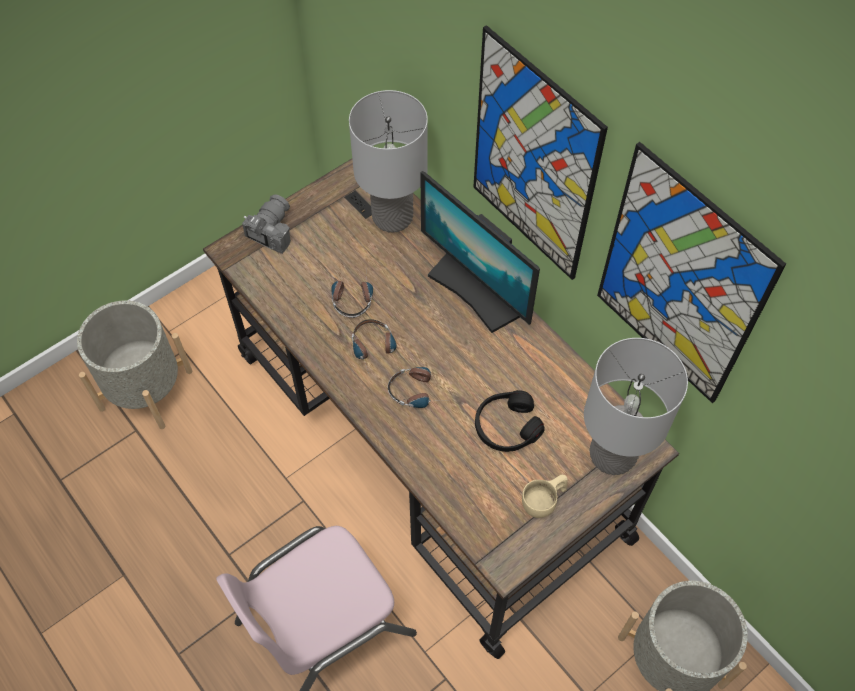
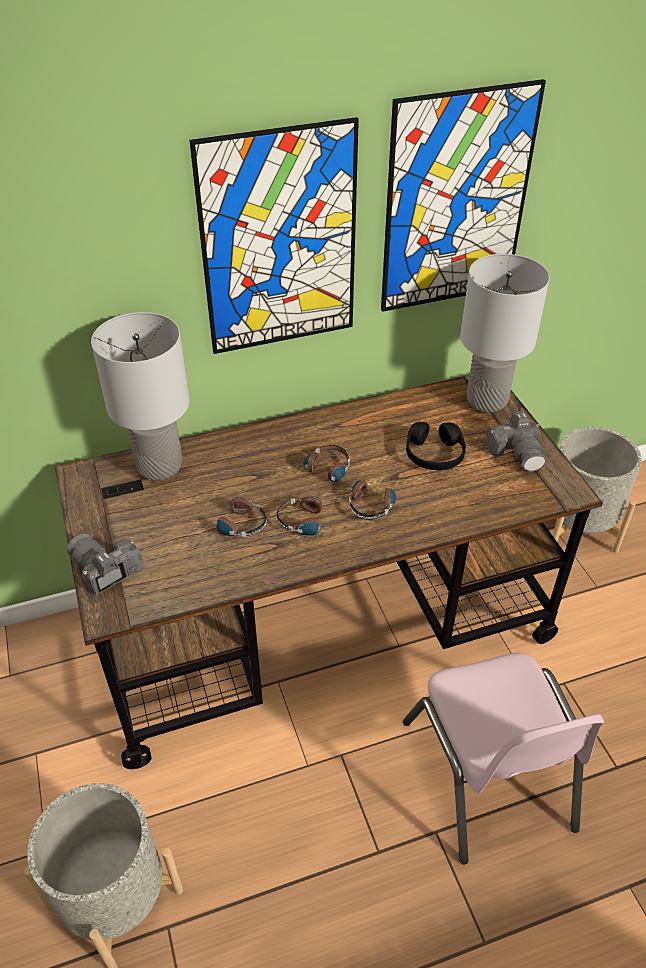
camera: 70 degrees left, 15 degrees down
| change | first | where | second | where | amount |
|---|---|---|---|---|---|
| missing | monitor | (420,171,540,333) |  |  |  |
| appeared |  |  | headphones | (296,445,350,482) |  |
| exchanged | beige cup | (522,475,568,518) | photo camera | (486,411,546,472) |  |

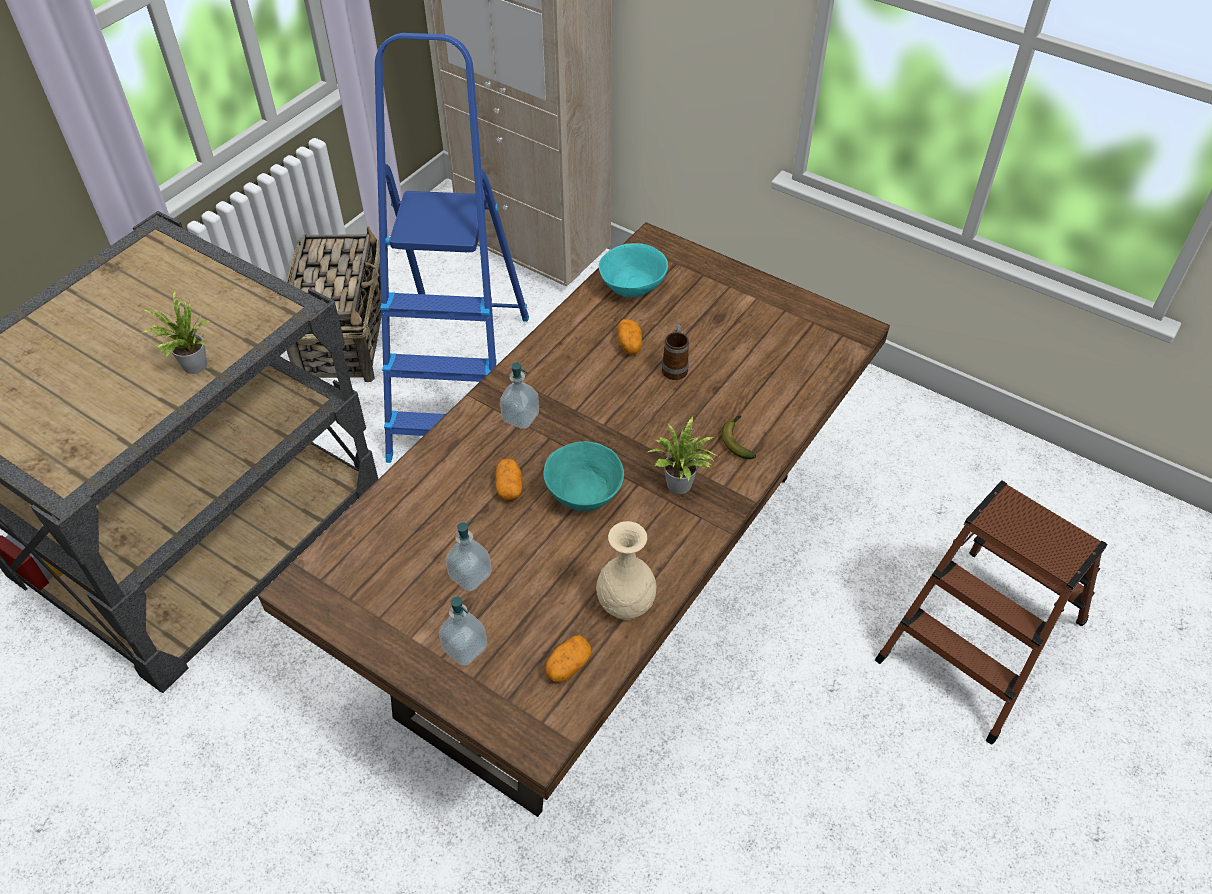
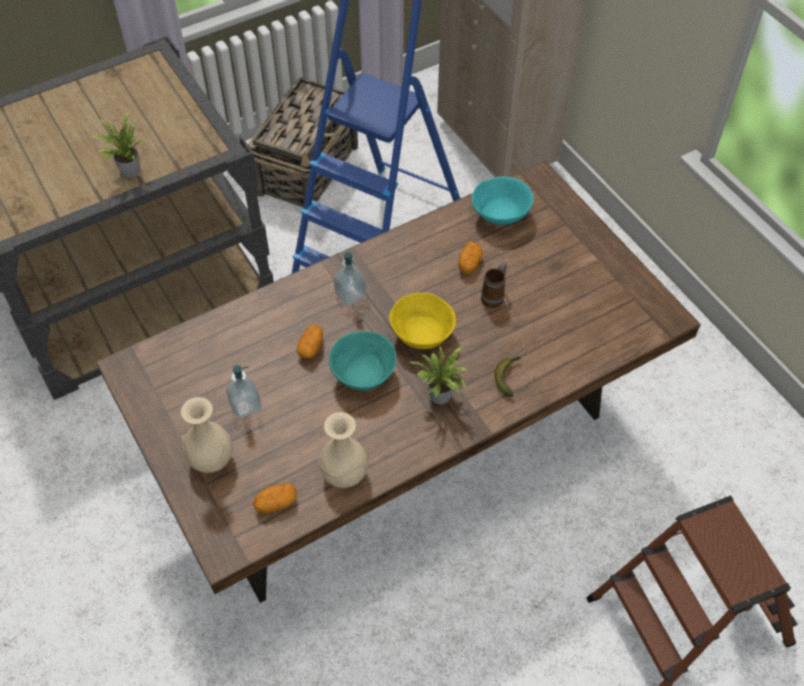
camera: 25 degrees right, 5 degrees up
| change | first | where | second | where | amount |
|---|---|---|---|---|---|
| appeared |  |  | yellow bowl | (389,293,456,349) |  |
| exchanged | soap dispenser | (439,597,487,666) | beige vase | (181,397,233,473) |  |

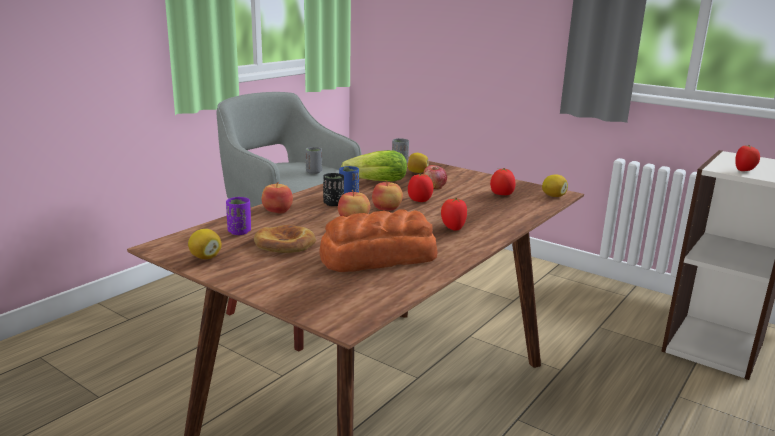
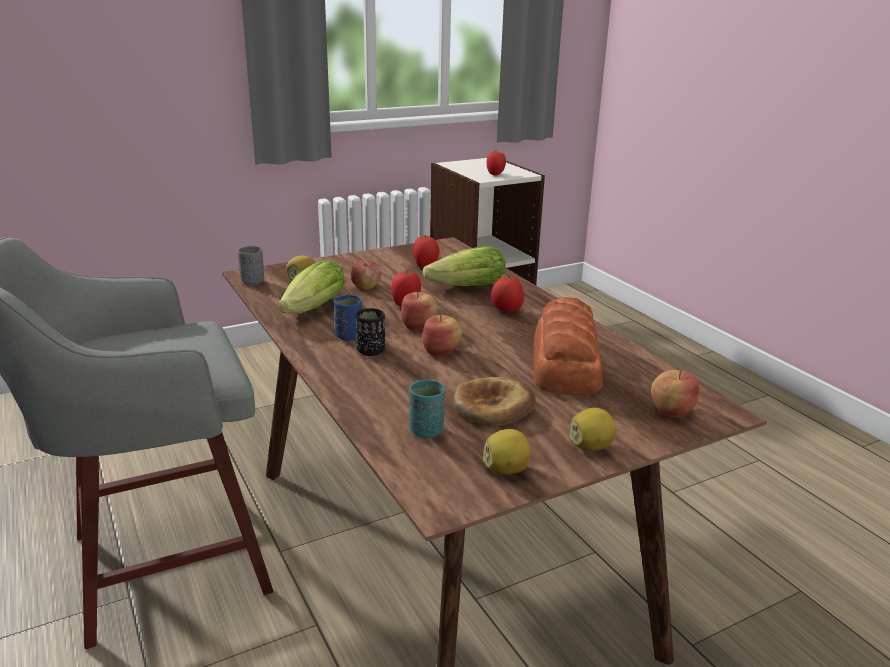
camera: 65 degrees left, 5 degrees up
| change | first | where | second | where | amount |
|---|---|---|---|---|---|
| missing | grey cup | (305,147,322,174) |  |  |  |
| appeared |  |  | lettuce | (423,246,506,286) |  |
| relocated | apple | (262,182,293,214) |  | (651,369,699,417) |  |
| relocated | lemon | (542,174,568,197) |  | (569,408,617,451) |  |
| colour | purple cup | (226,197,251,235) | turquoise cup | (409,380,445,438) |  |

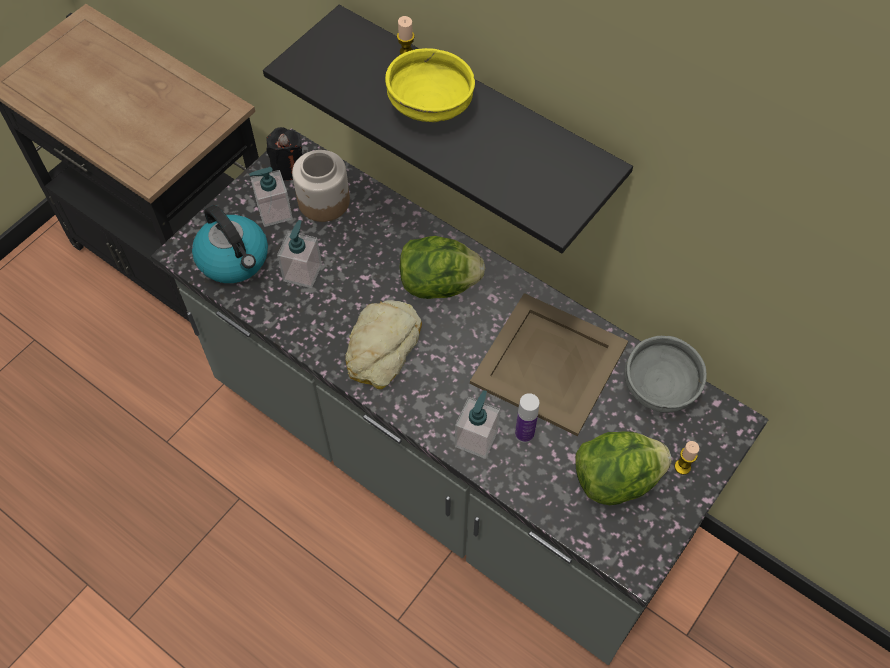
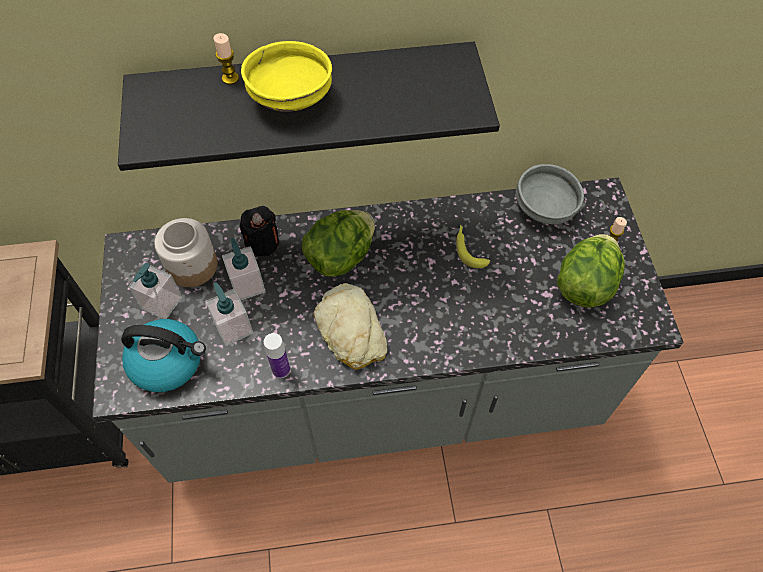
camera: 45 degrees left, 0 degrees up
| change | first | where | second | where | amount |
|---|---|---|---|---|---|
| relocated | black candle | (266,127,303,180) |  | (240,206,279,256) |  |
| relocated | soap dispenser | (455,390,500,459) |  | (222,238,266,300) |  |
| relocated | bottle | (515,393,539,443) |  | (264,333,290,378) |  |
| exchanged | beige tray | (470,293,628,436) | banana | (456,225,490,268) |  |

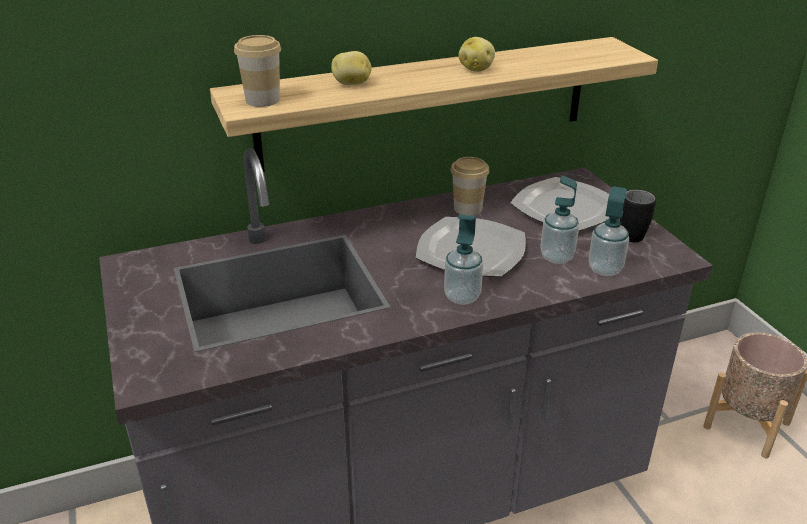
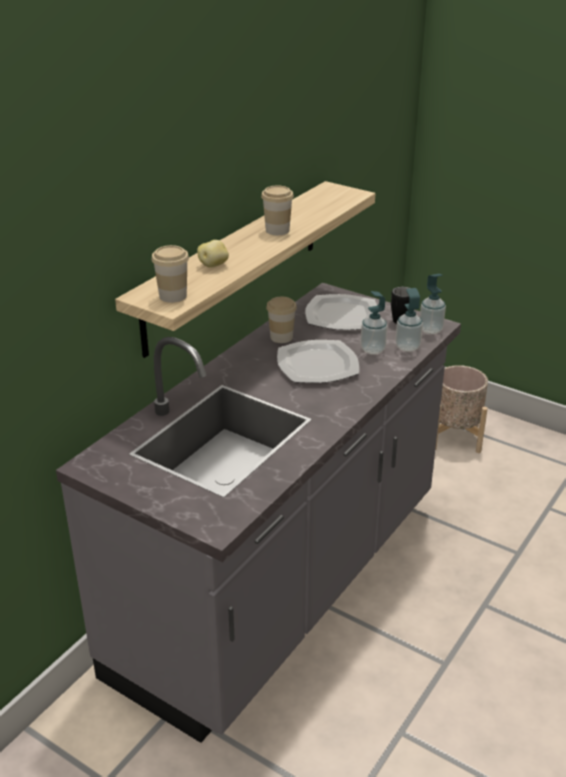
camera: 35 degrees left, 0 degrees up
| change | first | where | second | where | amount |
|---|---|---|---|---|---|
| relocated | soap dispenser | (444,214,483,305) |  | (420,274,446,334) |  |
| exchanged | potato | (458,37,495,72) | cup | (261,185,294,235) |  |

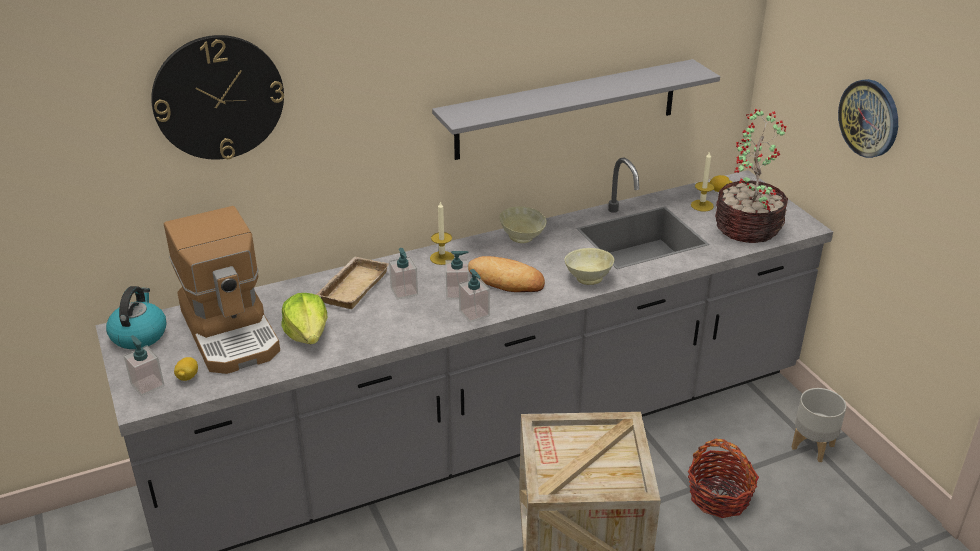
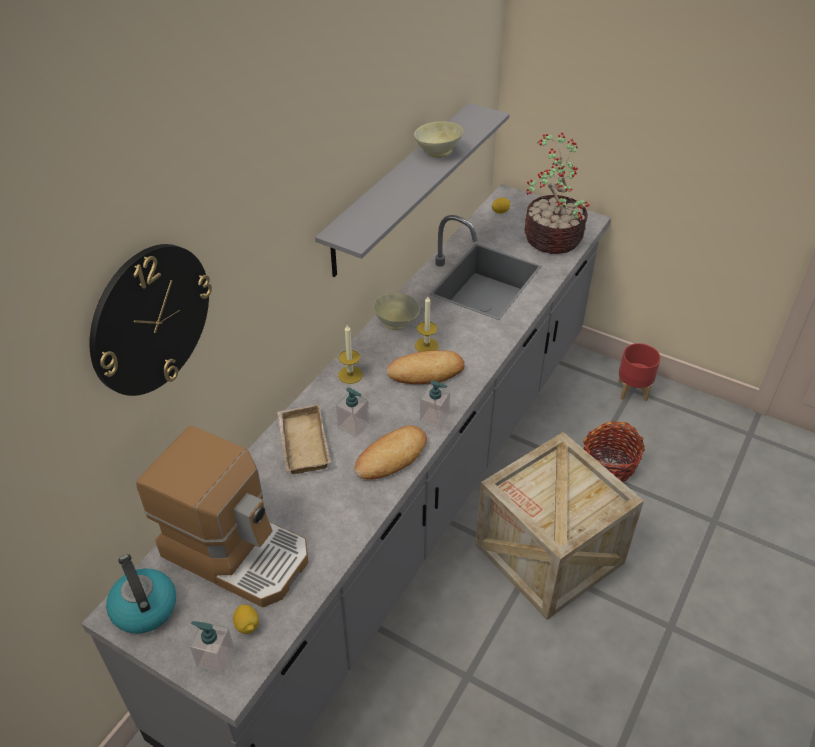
camera: 35 degrees left, 10 degrees up
| change | first | where | second | where | amount |
|---|---|---|---|---|---|
| missing | lettuce | (281,293,327,344) |  |  |  |
| missing | soap dispenser | (446,251,469,300) |  |  |  |
| missing | wall clock | (838,79,898,158) |  |  |  |
| appeared |  |  | bread | (354,425,427,480) |  |
| relocated | beige bowl | (564,248,614,285) |  | (414,121,463,158) |  |
| relocated | candle | (691,151,715,211) |  | (415,296,439,352) |  |
| colour | grey planter | (792,388,846,462) | red planter | (618,343,661,401) |  |

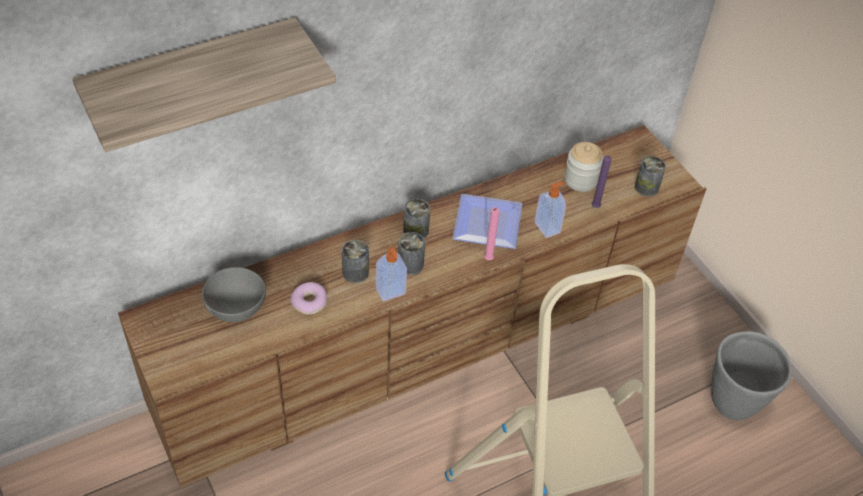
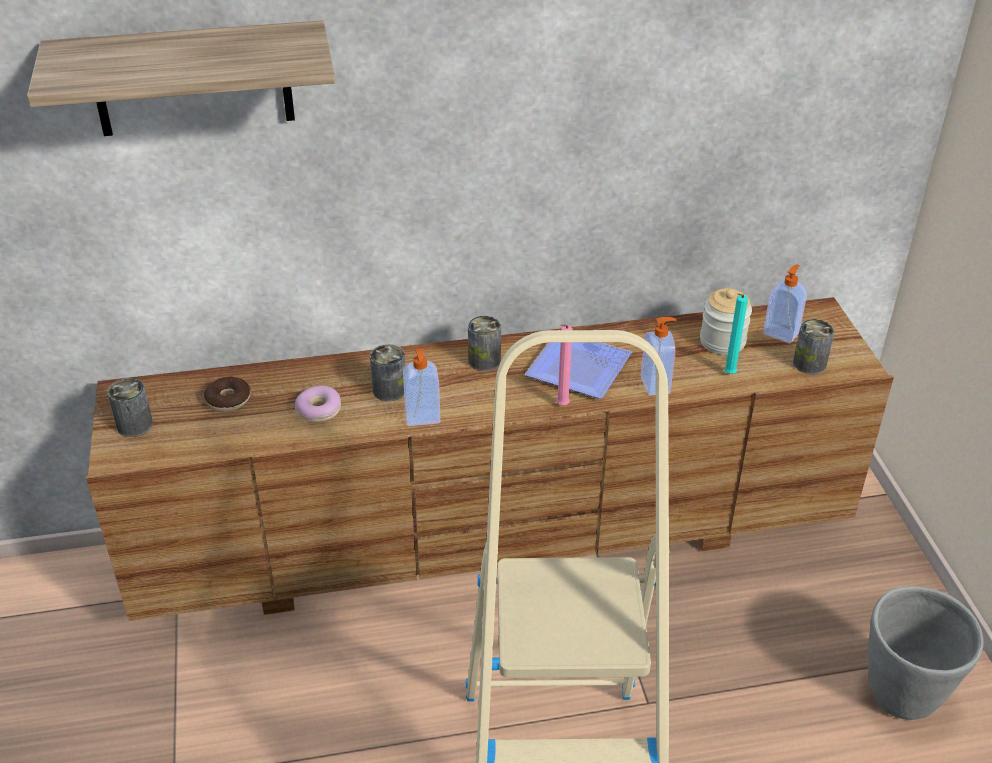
camera: 20 degrees right, 10 degrees down
| change | first | where | second | where | amount |
|---|---|---|---|---|---|
| appeared |  |  | soap dispenser | (763,264,807,344) |  |
| relocated | can | (398,232,425,275) |  | (108,378,153,437) |  |
| exchanged | grey bowl | (202,267,266,322) | donut | (204,377,250,412) |  |
| colour | purple candle | (592,155,612,208) | turquoise candle | (724,293,748,374) |  |

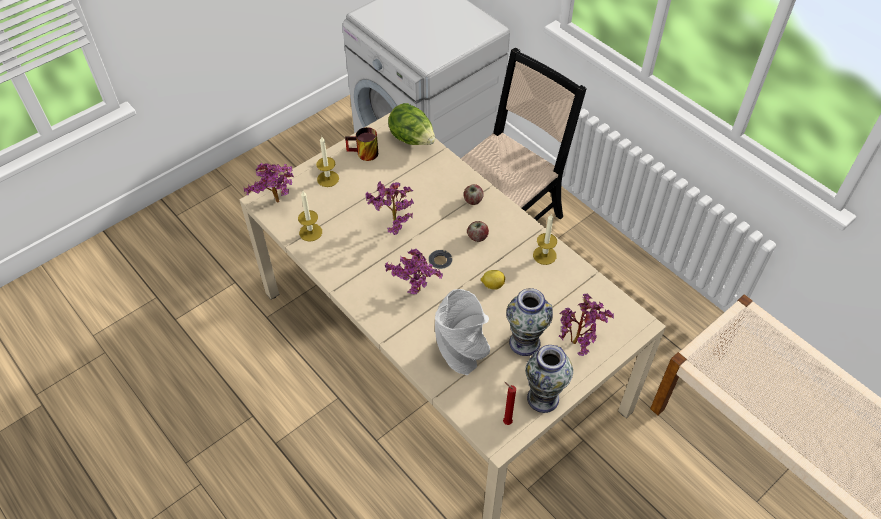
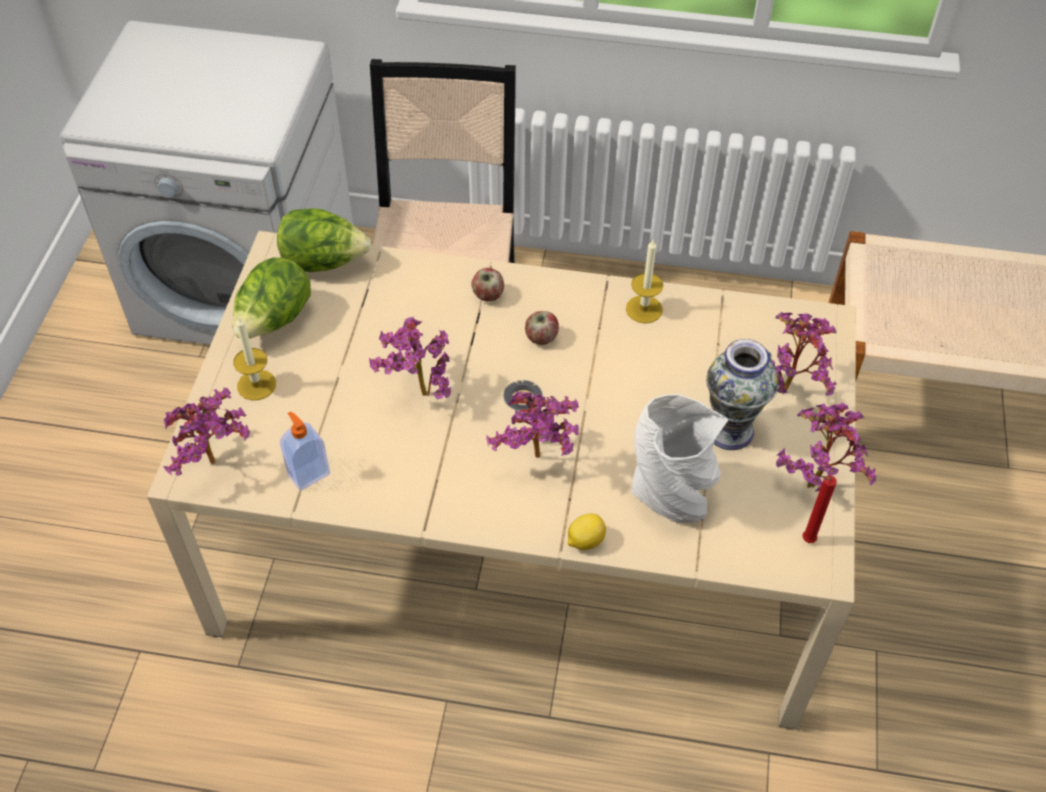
camera: 40 degrees left, 0 degrees up
| change | first | where | second | where | amount |
|---|---|---|---|---|---|
| relocated | lemon | (481,270,505,290) |  | (568,514,606,550) |  |
| exchanged | candle | (298,191,322,242) | soap dispenser | (280,411,330,491) |  |
| exchanged | mug | (345,127,378,161) | lettuce | (233,257,311,339) |  |
| exchanged | vase | (525,345,573,413) | potted plant | (776,403,877,492) |  |

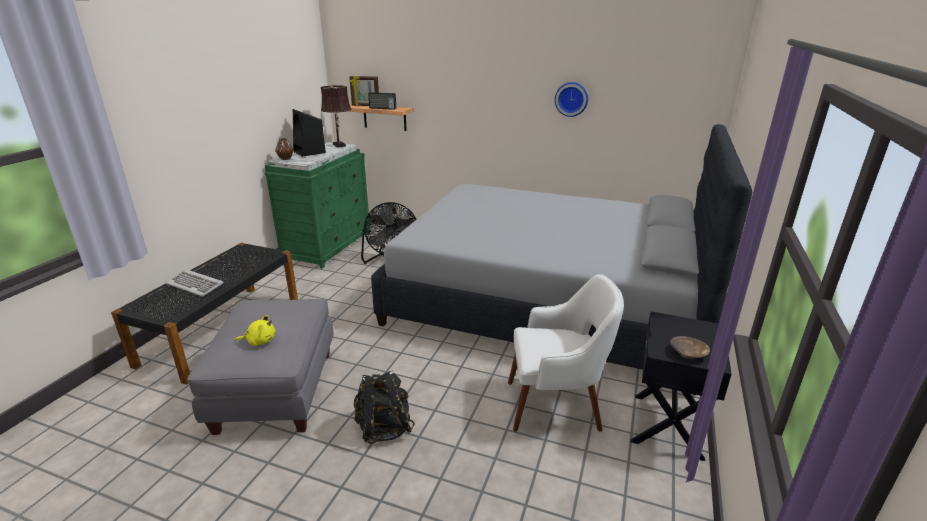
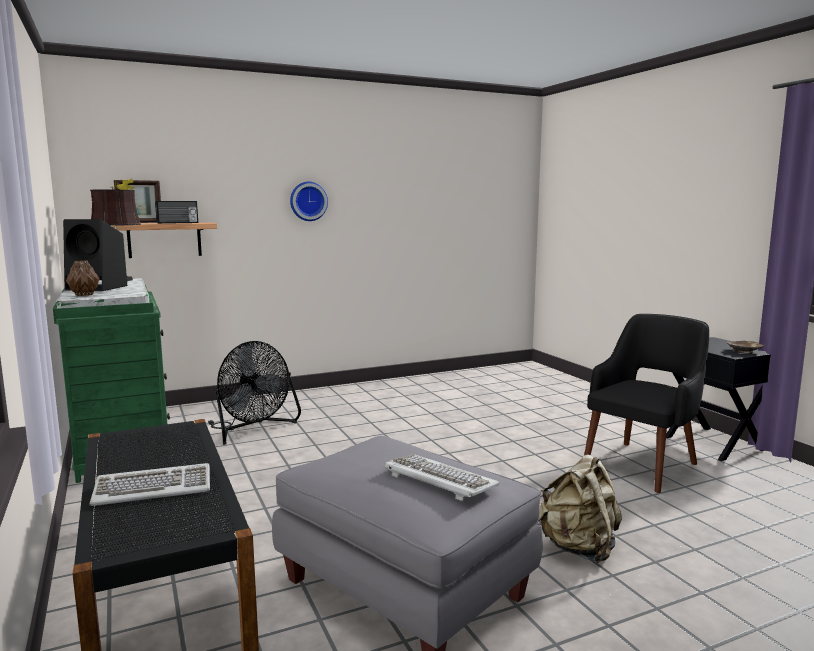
camera: 45 degrees left, 15 degrees down
| change | first | where | second | where | amount |
|---|---|---|---|---|---|
| missing | grey bed | (371,124,752,395) |  |  |  |
| relocated | wall clock | (555,82,588,117) |  | (290,182,328,221) |  |
| exchanged | yellow plush toy | (235,315,276,346) | keyboard | (384,454,500,501) |  |
| colour | black backpack | (354,371,415,444) | beige backpack | (538,454,622,563) |  |
| colour | white armchair | (508,274,624,432) | black armchair | (584,314,709,493) |  |

